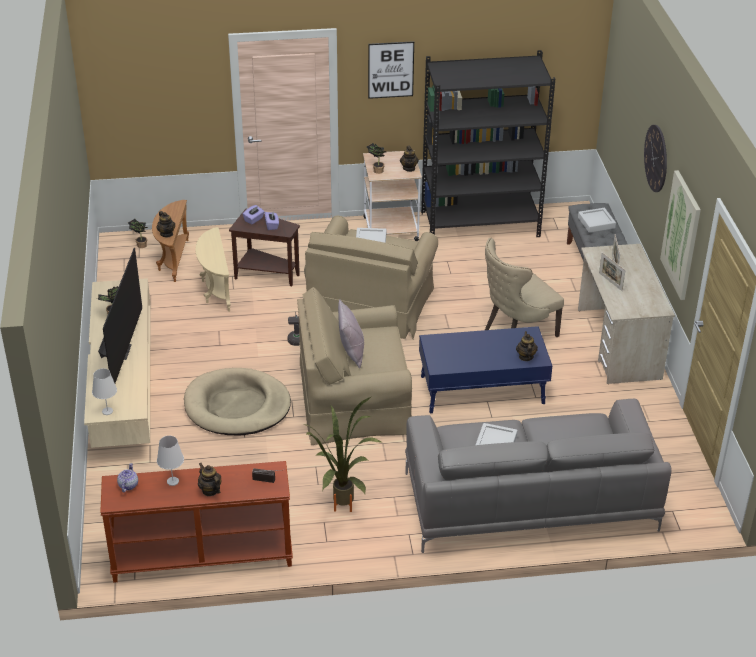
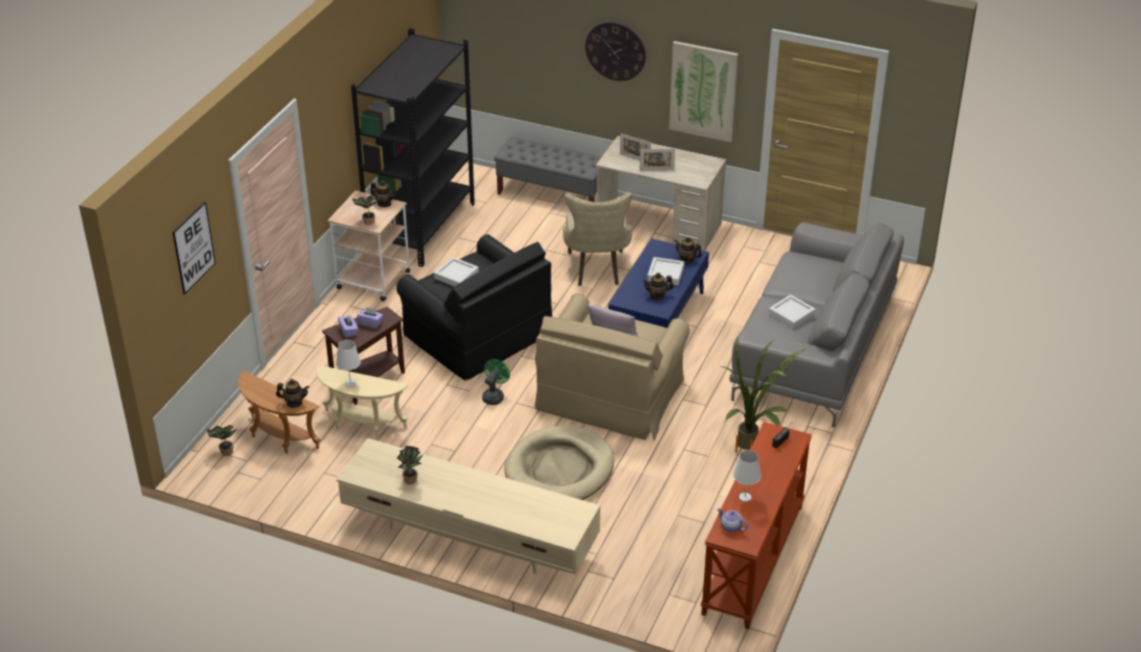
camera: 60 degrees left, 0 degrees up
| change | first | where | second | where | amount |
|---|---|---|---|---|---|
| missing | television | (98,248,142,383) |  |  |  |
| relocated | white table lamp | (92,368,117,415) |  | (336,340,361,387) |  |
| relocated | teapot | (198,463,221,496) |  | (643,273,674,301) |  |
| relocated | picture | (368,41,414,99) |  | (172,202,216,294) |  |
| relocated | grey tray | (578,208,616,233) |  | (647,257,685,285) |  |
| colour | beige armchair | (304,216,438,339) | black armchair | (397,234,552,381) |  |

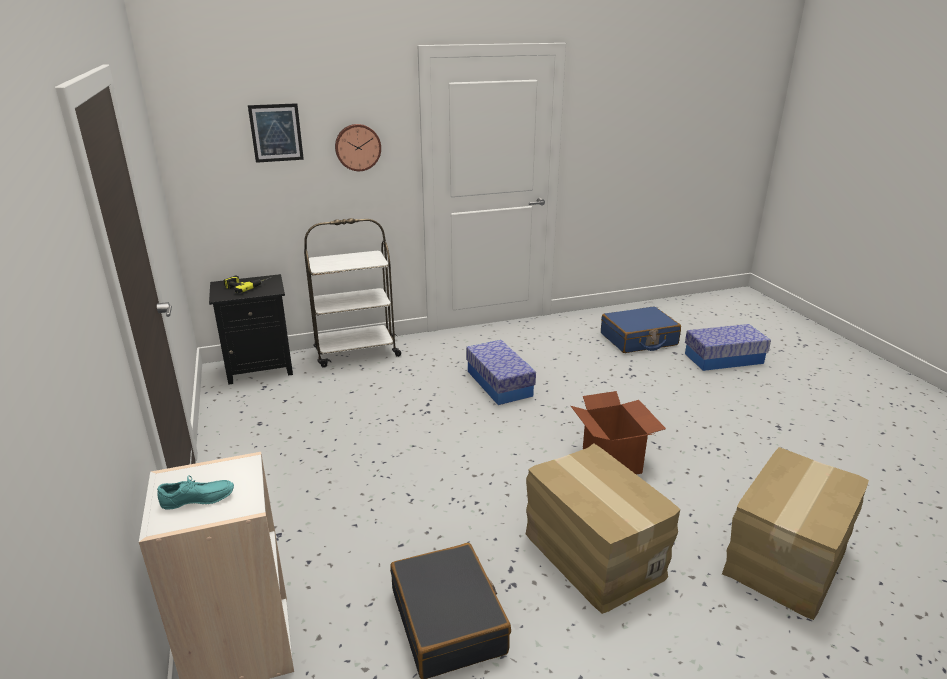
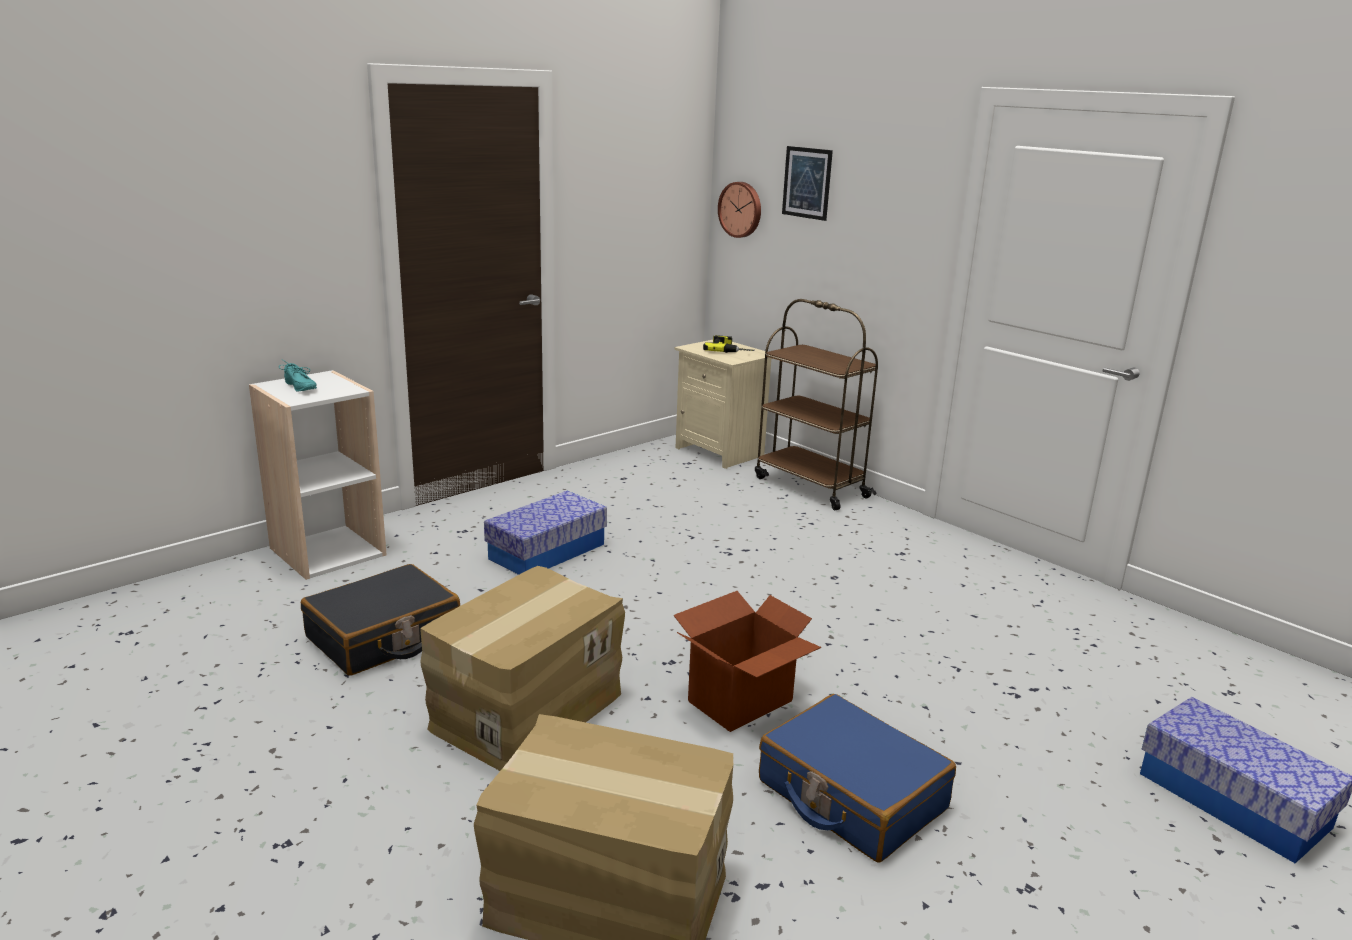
camera: 65 degrees right, 5 degrees down
| change | first | where | second | where | amount |
|---|---|---|---|---|---|
| relocated | wall clock | (335,124,381,171) |  | (718,182,761,238) |  |
| relocated | storage box | (466,340,536,405) |  | (484,491,607,575) |  |
| relocated | blue suitcase | (601,306,681,353) |  | (759,694,956,863) |  |
| colour | black nightstand | (209,274,293,385) | beige nightstand | (674,340,773,469) |  |
| colour | white cart | (304,218,401,368) | brown cart | (755,299,878,510) |  |

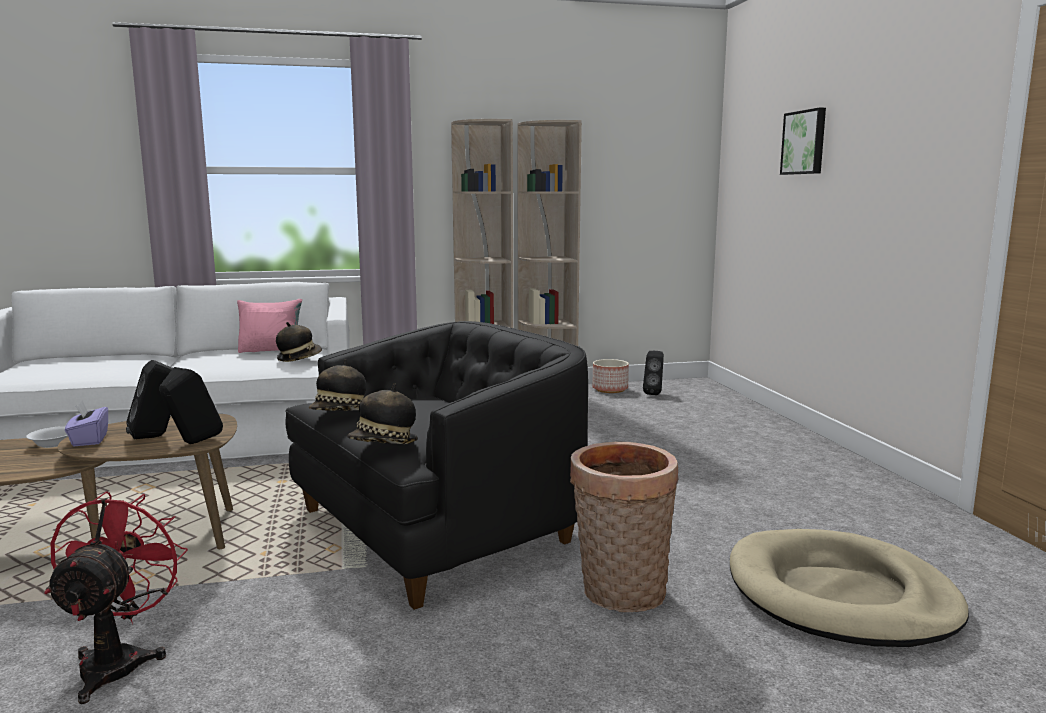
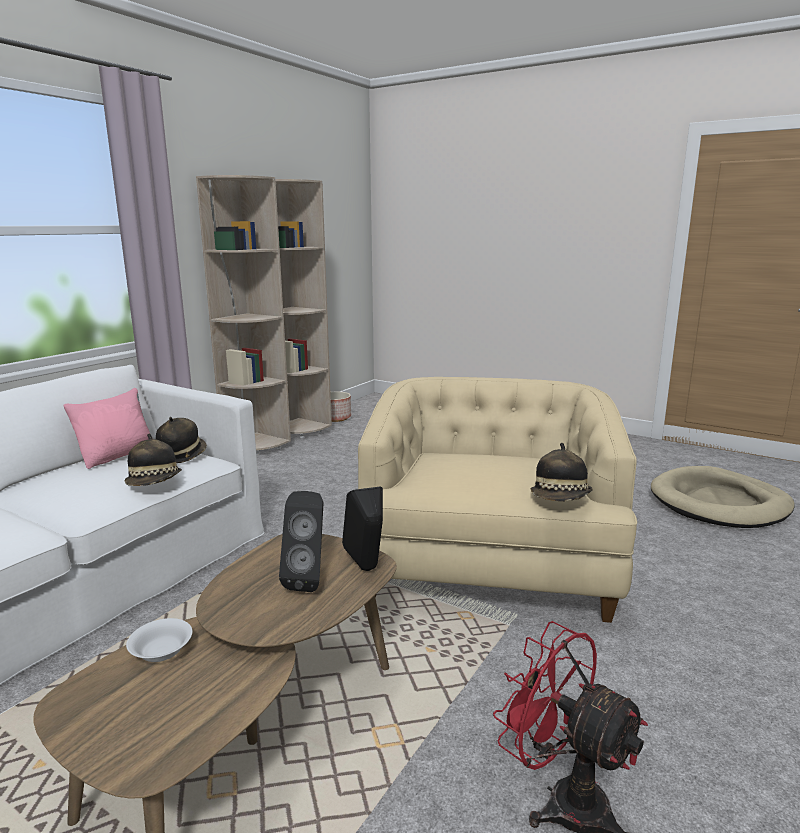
camera: 45 degrees left, 5 degrees up
| change | first | where | second | where | amount |
|---|---|---|---|---|---|
| missing | purple tissue box | (65,401,108,446) |  |  |  |
| missing | basket | (570,442,678,612) |  |  |  |
| missing | black speaker | (643,351,664,395) |  |  |  |
| missing | picture | (780,108,826,175) |  |  |  |
| relocated | hat | (309,359,366,411) |  | (125,433,182,486) |  |
| colour | black armchair | (285,321,588,610) | beige armchair | (358,377,637,623) |  |

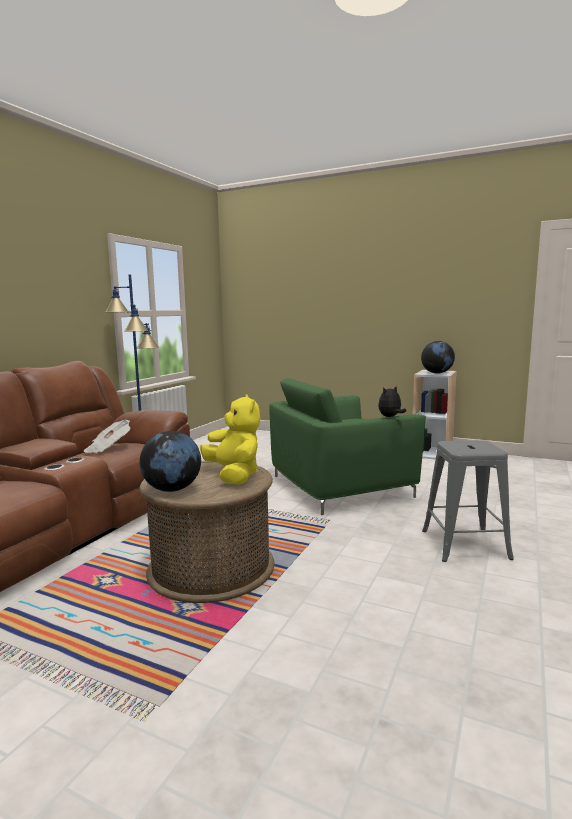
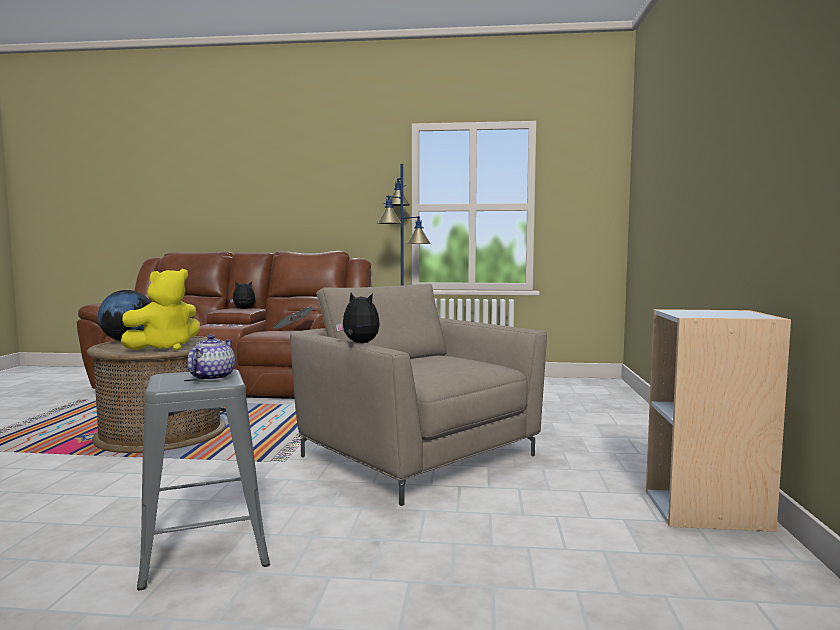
camera: 70 degrees right, 5 degrees down
| change | first | where | second | where | amount |
|---|---|---|---|---|---|
| missing | globe | (421,341,455,374) |  |  |  |
| appeared |  |  | teapot | (187,334,235,381) |  |
| appeared |  |  | plush toy | (230,281,255,309) |  |
| colour | green armchair | (269,378,426,515) | beige armchair | (290,284,547,506) |  |

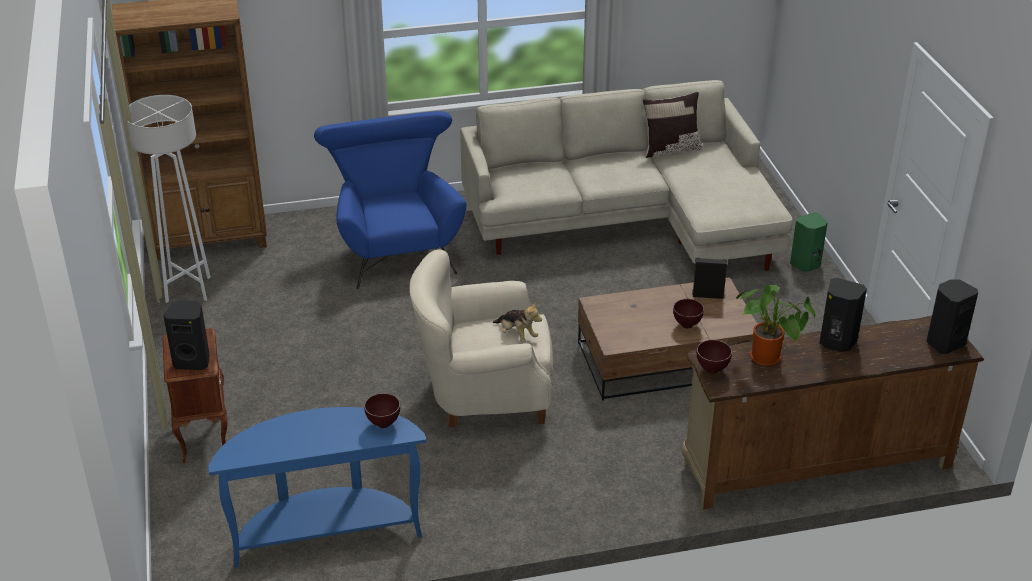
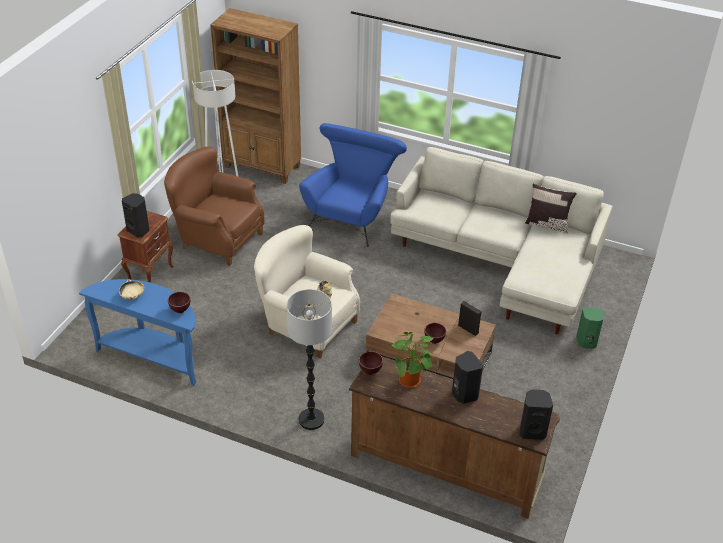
camera: 35 degrees right, 5 degrees up
| change | first | where | second | where | amount |
|---|---|---|---|---|---|
| appeared |  |  | beige bowl | (119,279,144,300) |  |
| appeared |  |  | brown armchair | (164,146,265,266) |  |
| appeared |  |  | floor lamp | (286,289,332,430) |  |

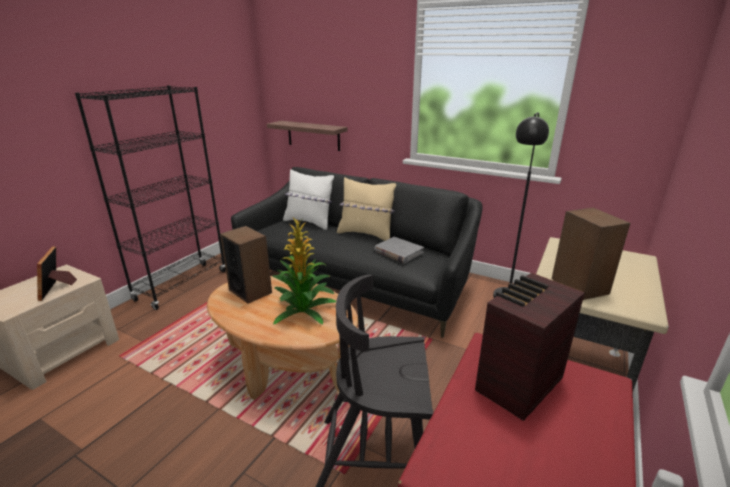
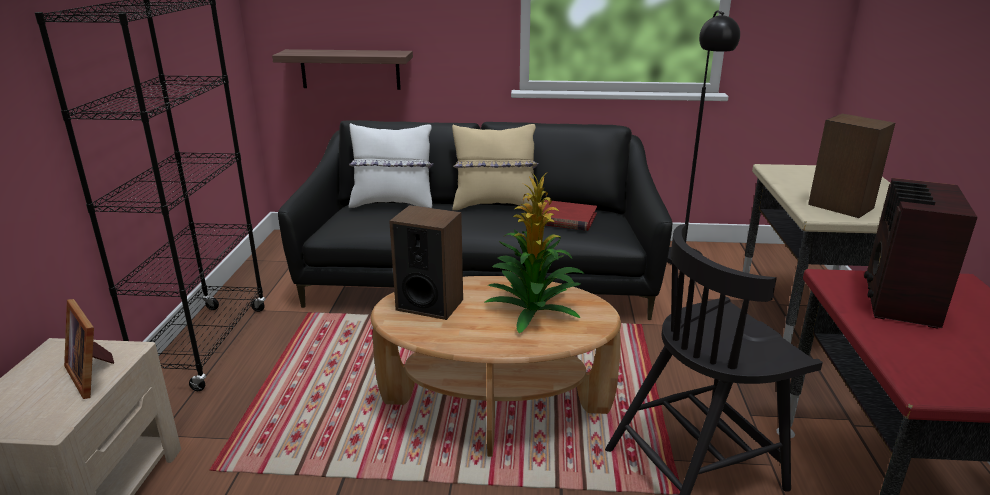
camera: 25 degrees left, 0 degrees up
| change | first | where | second | where | amount |
|---|---|---|---|---|---|
| colour | grey book | (374,237,424,264) | red book | (542,200,597,231) |  |

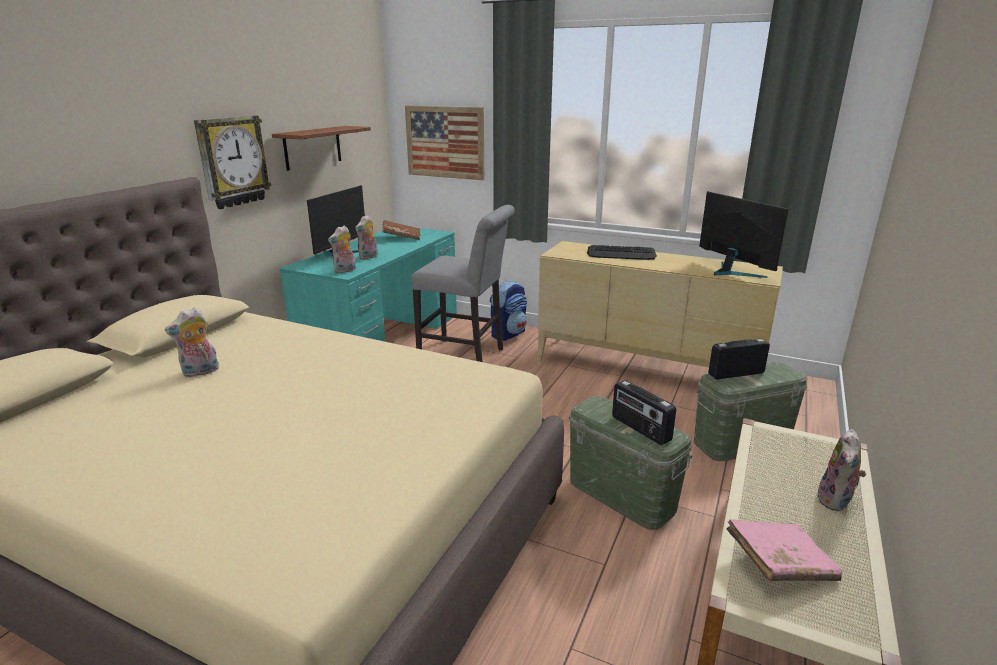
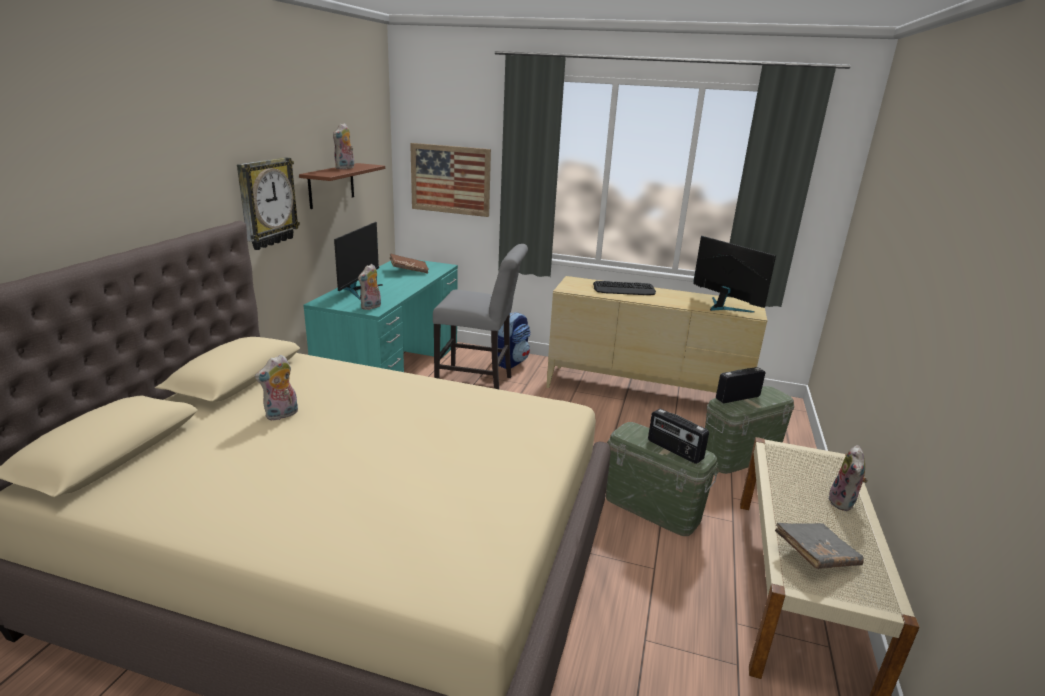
camera: 10 degrees left, 0 degrees up
| change | first | where | second | where | amount |
|---|---|---|---|---|---|
| relocated | plush toy | (355,215,378,260) |  | (333,123,354,169) |  |
| colour | pink book | (727,519,843,581) | grey book | (775,523,864,569) |  |

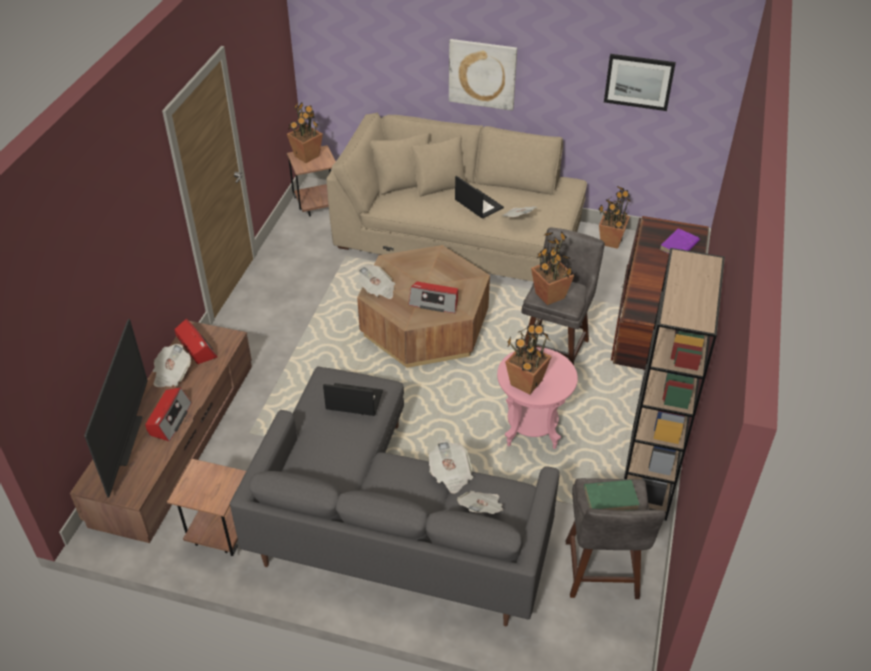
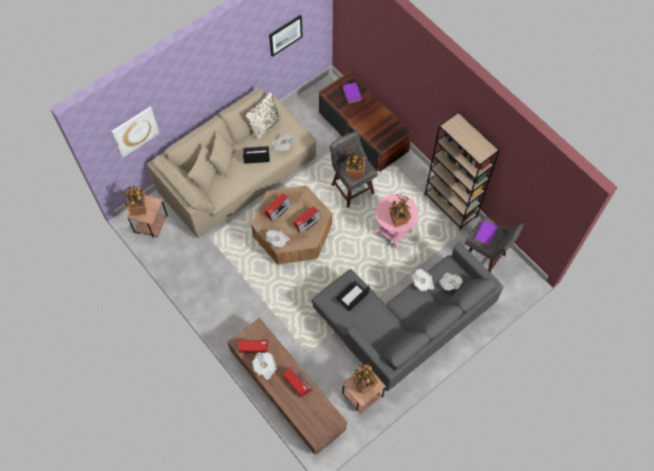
camera: 55 degrees left, 20 degrees up
| change | first | where | second | where | amount |
|---|---|---|---|---|---|
| missing | television | (84,319,148,498) |  |  |  |
| appeared |  |  | beige pillow | (246,92,281,140) |  |
| appeared |  |  | radio | (265,194,292,222) |  |
| relocated | picture | (449,39,517,111) |  | (111,107,160,158) |  |
| relocated | potted plant | (599,186,630,249) |  | (352,364,379,393) |  |
| colour | green book | (584,480,640,511) | purple book | (474,221,498,246) |  |

